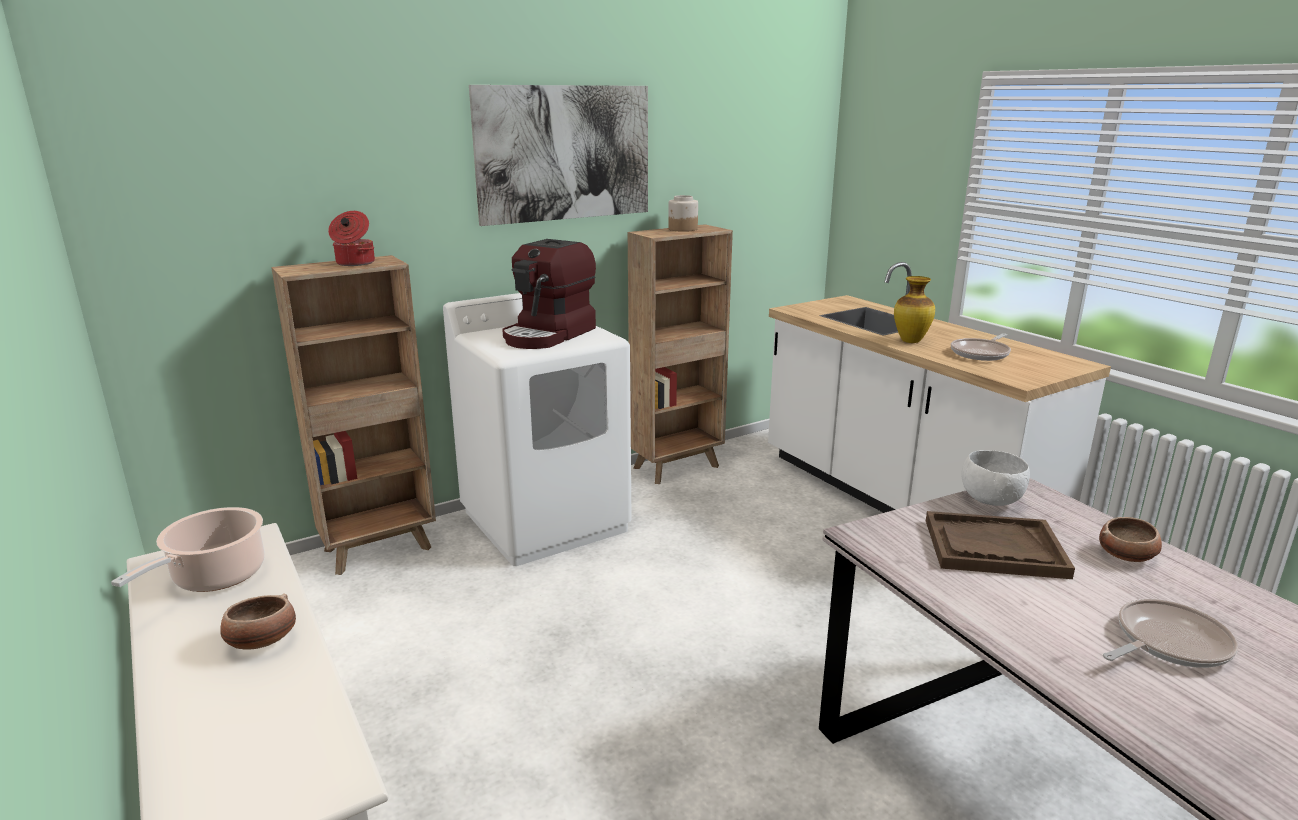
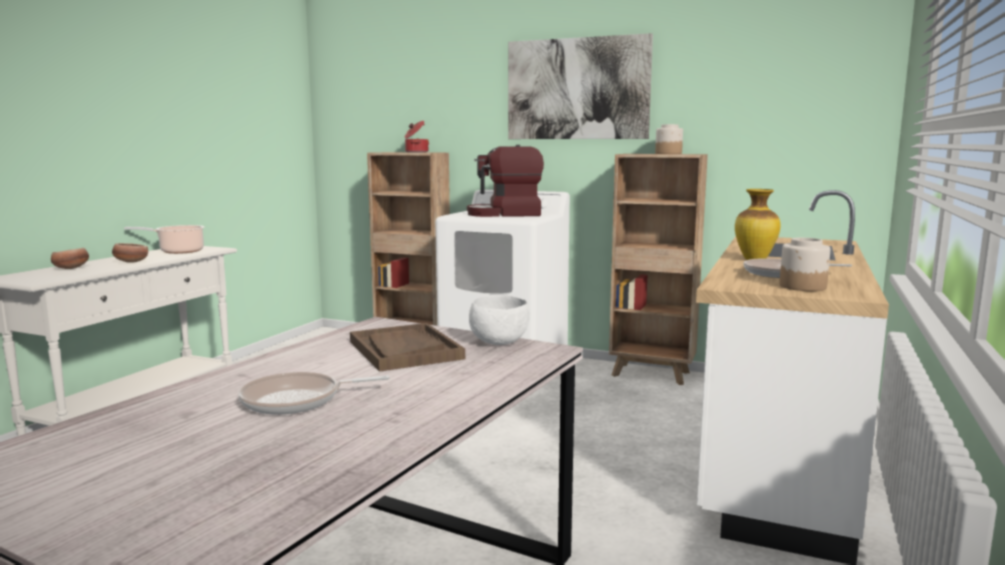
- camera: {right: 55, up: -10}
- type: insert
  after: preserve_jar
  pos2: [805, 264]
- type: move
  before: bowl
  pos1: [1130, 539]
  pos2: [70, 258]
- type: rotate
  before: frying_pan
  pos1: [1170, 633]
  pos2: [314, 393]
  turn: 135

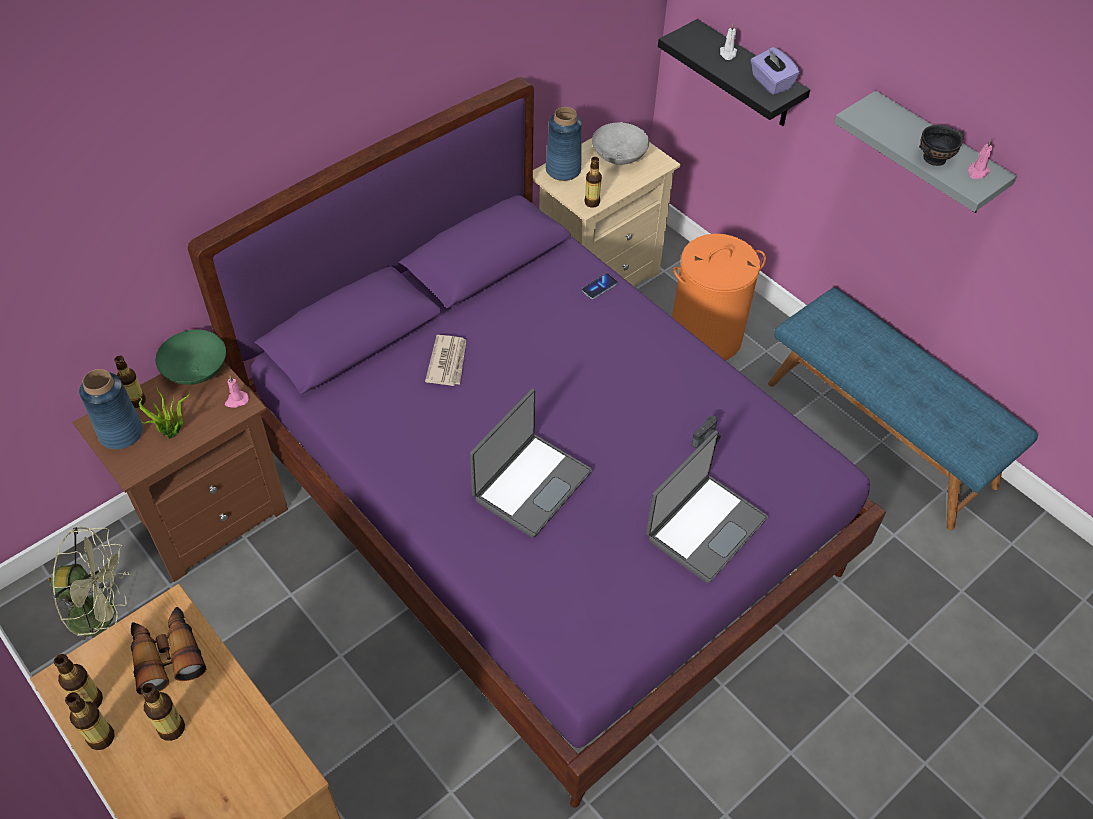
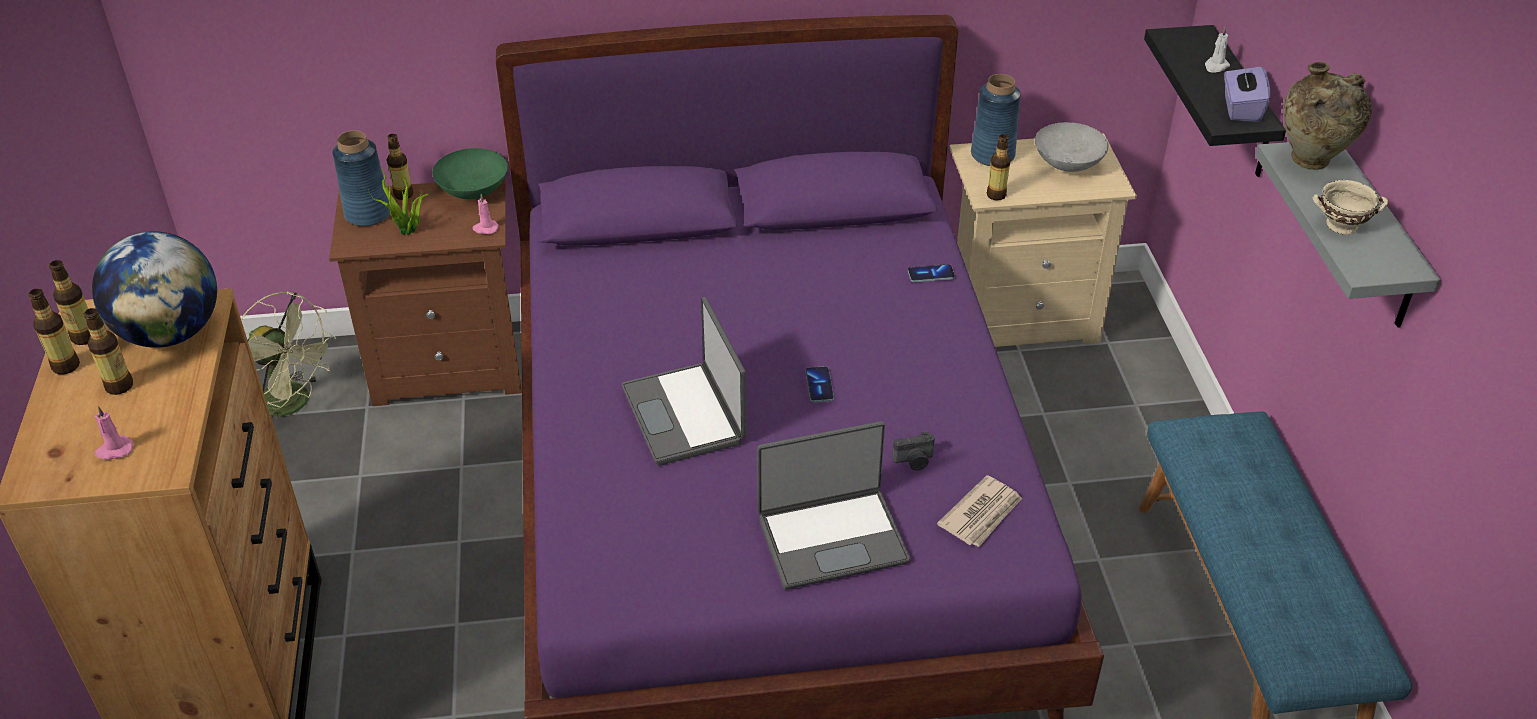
- camera: {right: 35, up: -10}
- type: delete
  before: orange-coloured_hamper
  pos1: [719, 297]
- type: insert
  after: handset
  pos2: [819, 384]
- type: insert
  after: sand-coloured_flower_vase
  pos2: [1327, 116]
- type: move
  before: daily_paper
  pos1: [445, 360]
  pos2: [979, 511]
- type: move
  before: pink-coloured_wax_candle
  pos1: [980, 159]
  pos2: [113, 433]
- type: replace
  before: pair_of_binoculars
  after: desk_globe
  pos1: [168, 651]
  pos2: [154, 289]
- type: recolor
  before: blackish_bowl
  after: sand-coloured_bowl
  pos1: [941, 145]
  pos2: [1350, 207]
- type: rotate
  before: laptop
  pos1: [531, 463]
  pos2: [684, 381]
  turn: 90

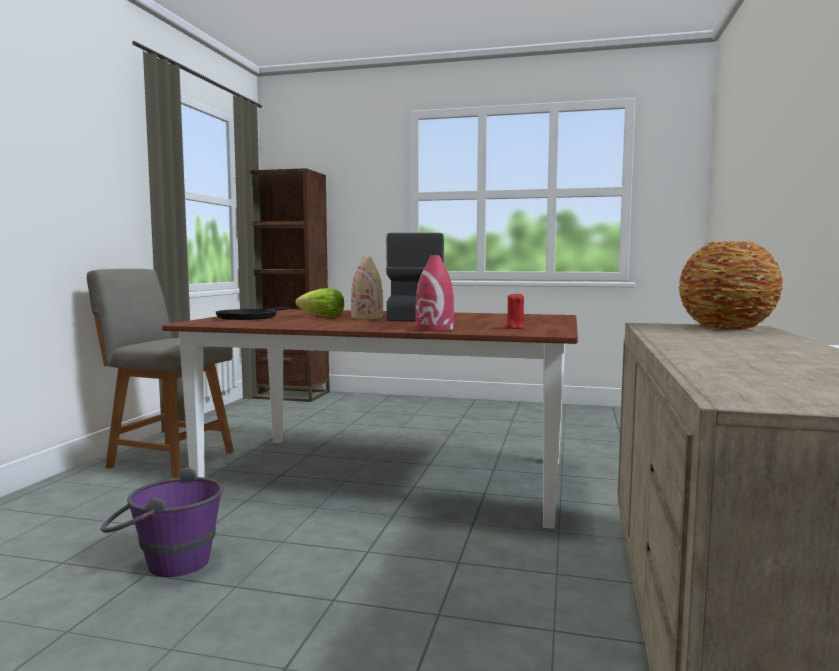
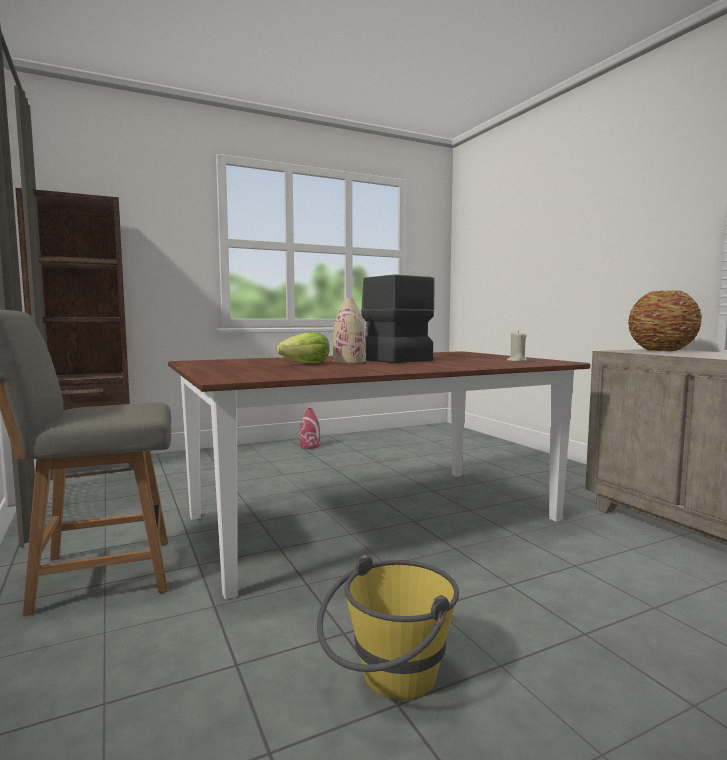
- camera: {right: -40, up: 0}
- type: delete
  before: blackish_frying_pan
  pos1: [252, 313]
- type: move
  before: red_flower_vase
  pos1: [435, 293]
  pos2: [310, 428]
- type: recolor
  before: purple_pail
  after: yellow_pail
  pos1: [162, 522]
  pos2: [388, 627]
- type: recolor
  before: red_wax_candle
  after: sand-coloured_wax_candle
  pos1: [515, 310]
  pos2: [517, 346]

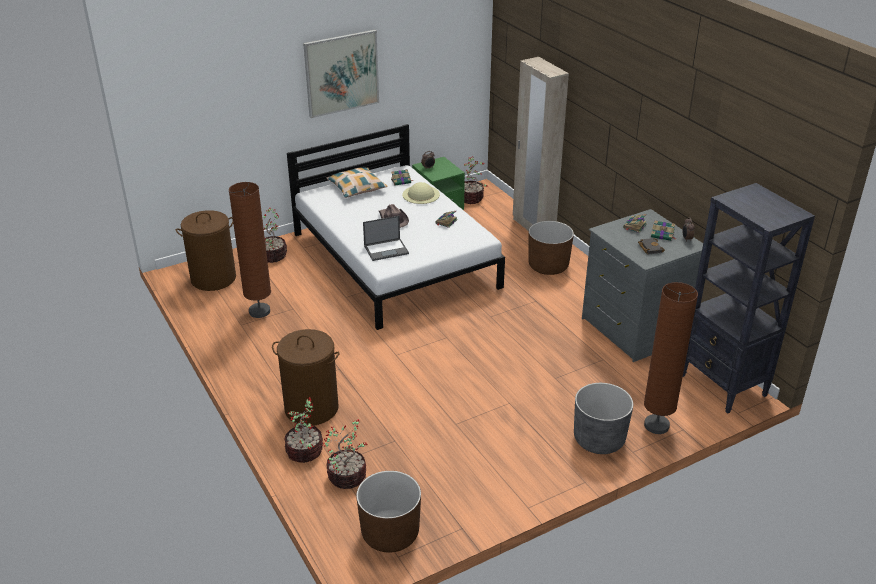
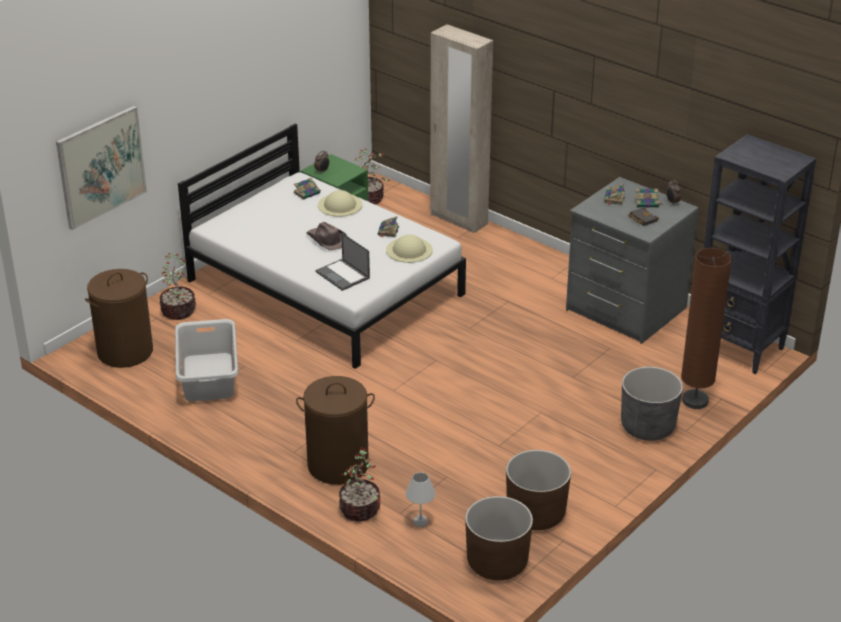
- camera: {right: -20, up: 0}
- type: delete
  before: throw_pillow
  pos1: [357, 183]
- type: insert
  after: sand-coloured_hat
  pos2: [409, 248]
- type: move
  before: wall_art
  pos1: [341, 74]
  pos2: [101, 168]
- type: move
  before: brownish_plant_pot
  pos1: [551, 248]
  pos2: [538, 490]
- type: replace
  before: brownish_floor_lamp
  after: greyish_hamper
  pos1: [250, 250]
  pos2: [206, 360]
- type: replace
  before: potted_plant
  after: white-coloured_tabletop_lamp
  pos1: [344, 454]
  pos2: [421, 499]
- type: rotate
  before: laptop
  pos1: [386, 238]
  pos2: [343, 262]
  turn: 90

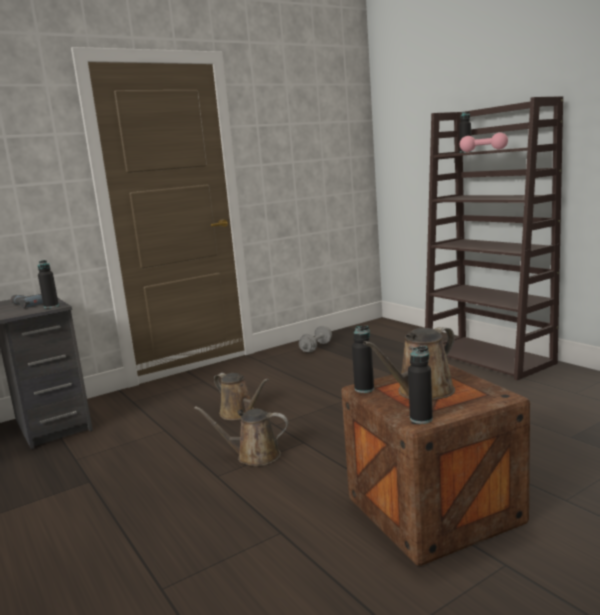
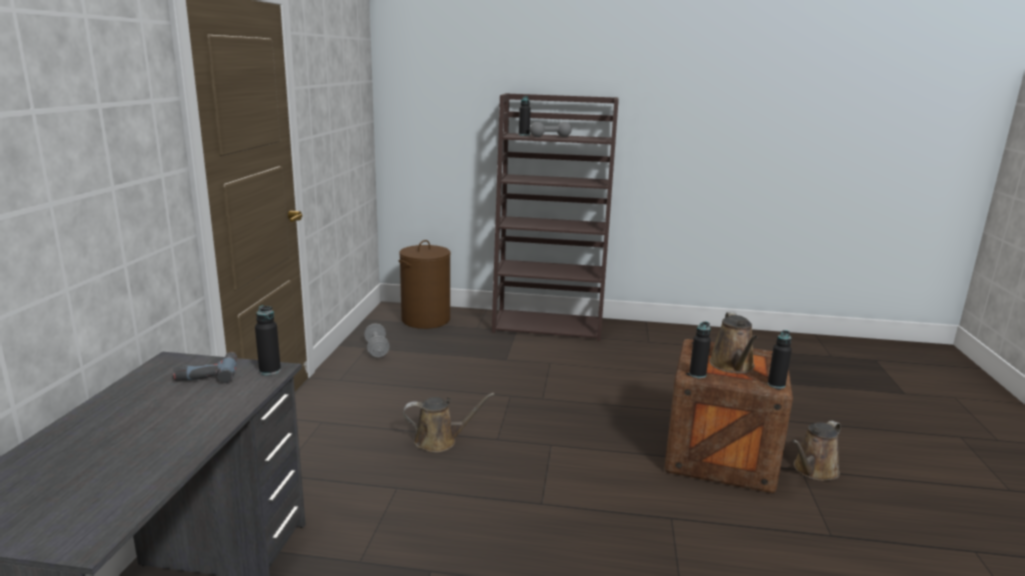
- camera: {right: -50, up: 5}
- type: insert
  after: brownish_hamper
  pos2: [424, 284]
- type: move
  before: brownish_watering_can
  pos1: [241, 436]
  pos2: [816, 450]
- type: recolor
  before: pink-coloured_dumbbell
  after: greyish_dumbbell
  pos1: [484, 142]
  pos2: [551, 129]

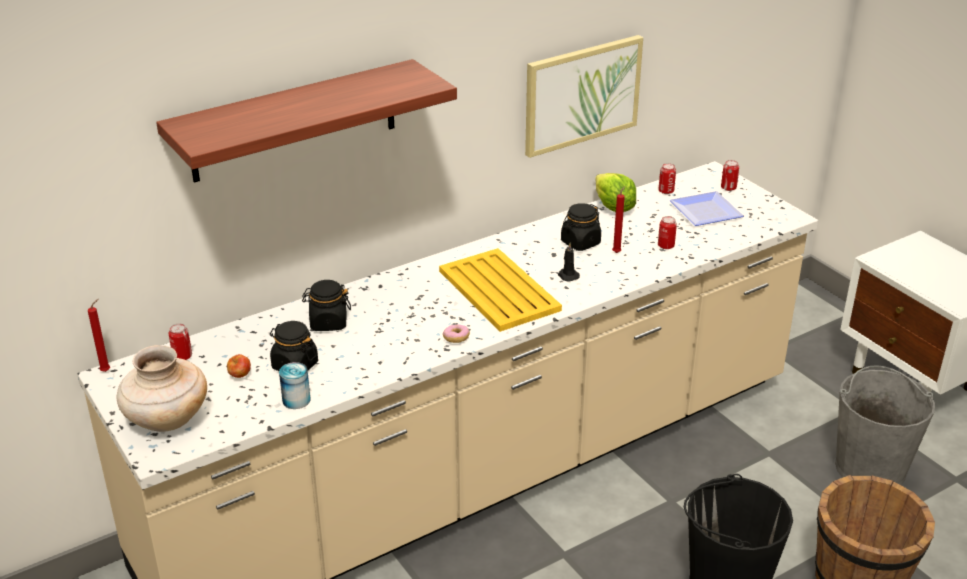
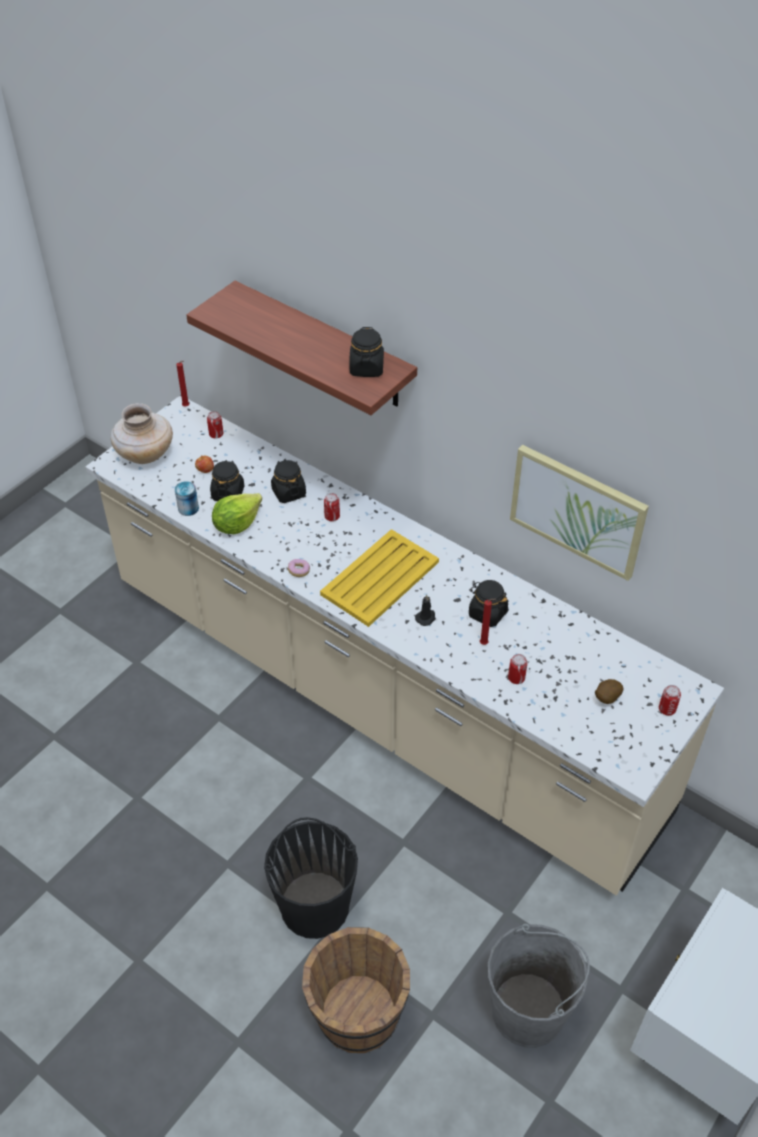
- camera: {right: 70, up: 15}
- type: insert
  after: blackish_preserve_jar
  pos2: [366, 352]
- type: move
  before: lettuce
  pos1: [615, 192]
  pos2: [237, 513]
- type: move
  before: sealed_can
  pos1: [667, 178]
  pos2: [332, 507]
- type: replace
  before: plate
  after: potato
  pos1: [706, 208]
  pos2: [609, 691]

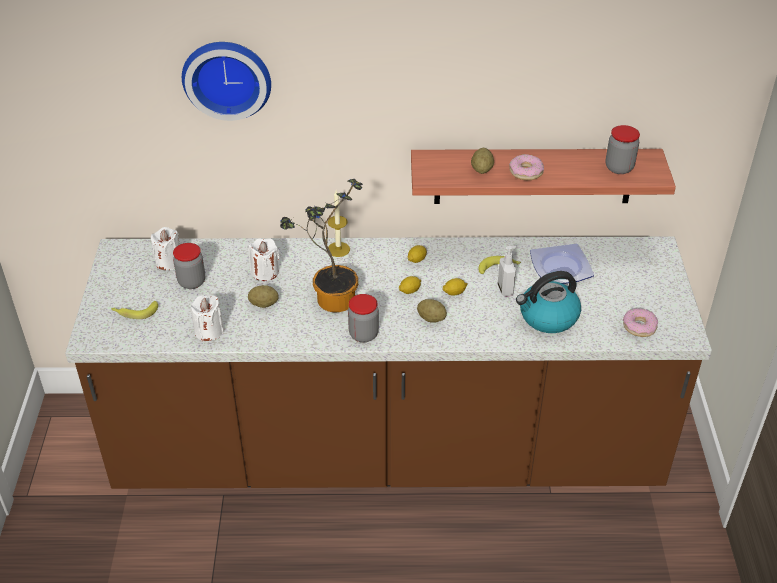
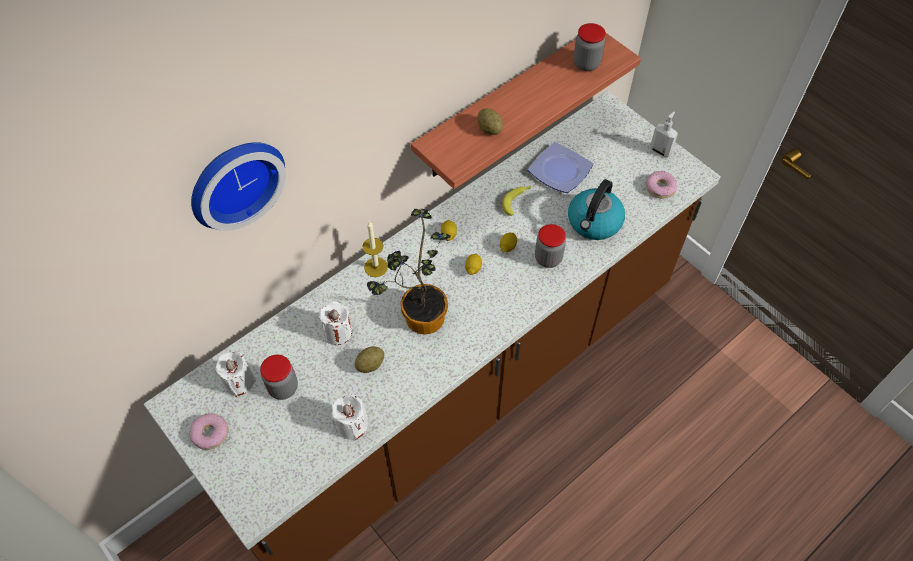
- camera: {right: -40, up: 15}
- type: delete
  before: banana
  pos1: [134, 310]
- type: delete
  before: potato
  pos1: [432, 311]
- type: move
  before: preserve_jar
  pos1: [363, 318]
  pos2: [550, 246]
- type: move
  before: soap_bottle
  pos1: [508, 271]
  pos2: [664, 134]
- type: move
  before: doughnut
  pos1: [526, 167]
  pos2: [209, 431]

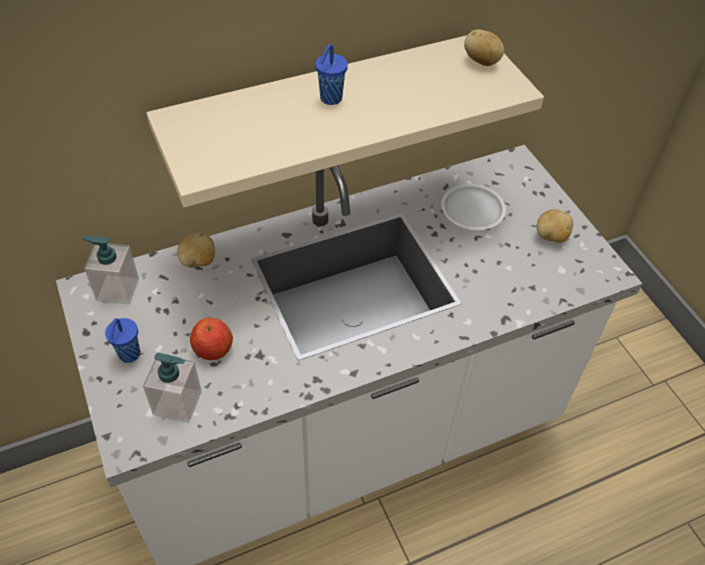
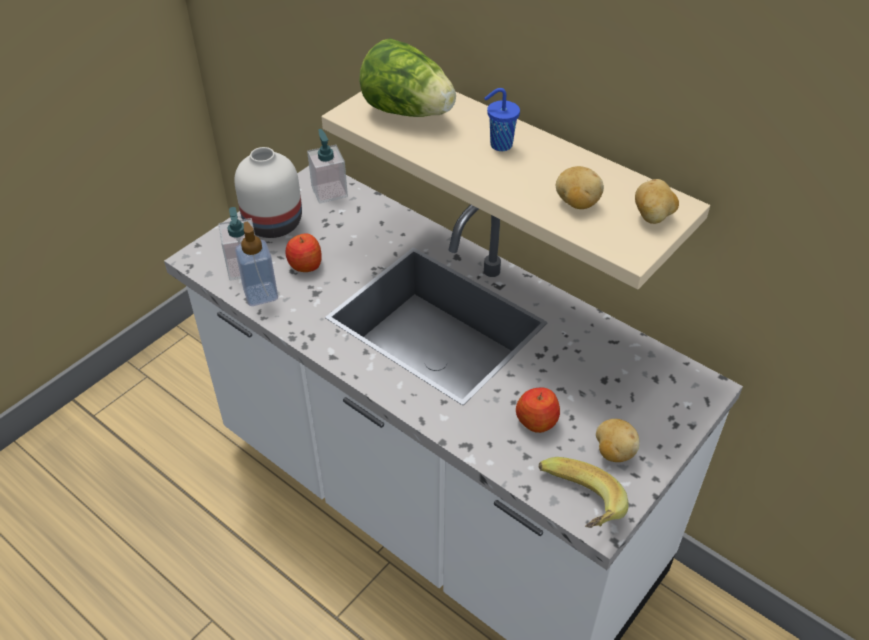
- camera: {right: 65, up: -5}
- type: delete
  before: white-coloured_plate
  pos1: [473, 207]
- type: insert
  after: soap_bottle
  pos2: [256, 264]
- type: insert
  after: lettuce
  pos2: [407, 77]
- type: insert
  after: apple_fruit
  pos2: [538, 410]
- type: insert
  after: banana
  pos2: [584, 492]
- type: move
  before: potato
  pos1: [196, 250]
  pos2: [580, 187]
- type: replace
  before: blue_small_cup
  after: white-coloured_flower_vase
  pos1: [122, 340]
  pos2: [268, 192]

